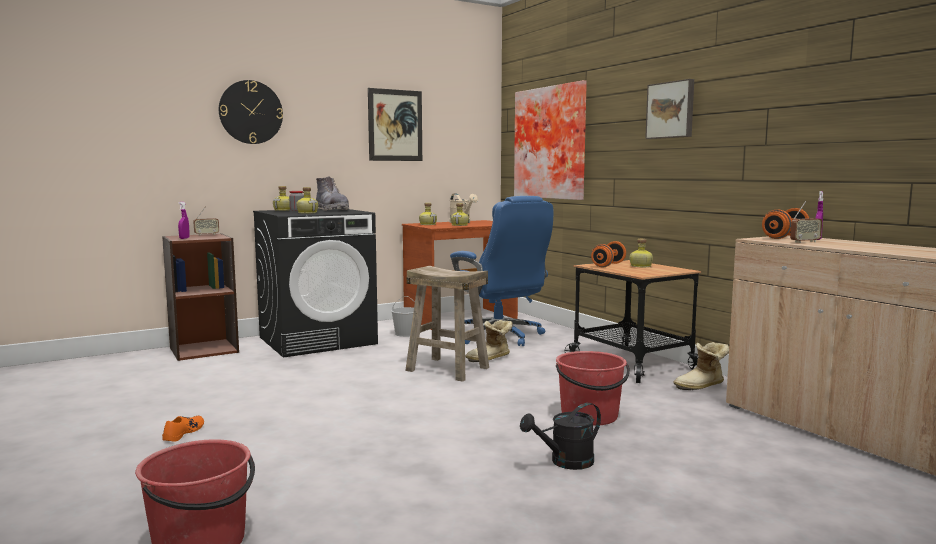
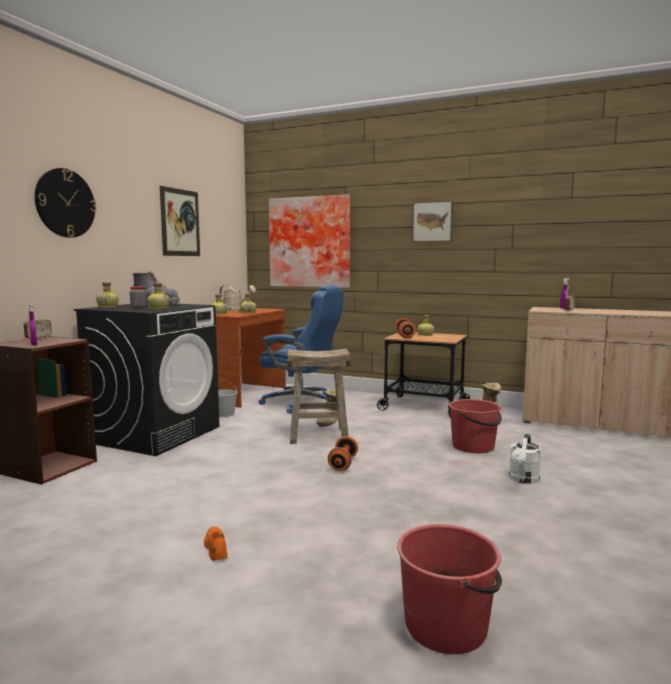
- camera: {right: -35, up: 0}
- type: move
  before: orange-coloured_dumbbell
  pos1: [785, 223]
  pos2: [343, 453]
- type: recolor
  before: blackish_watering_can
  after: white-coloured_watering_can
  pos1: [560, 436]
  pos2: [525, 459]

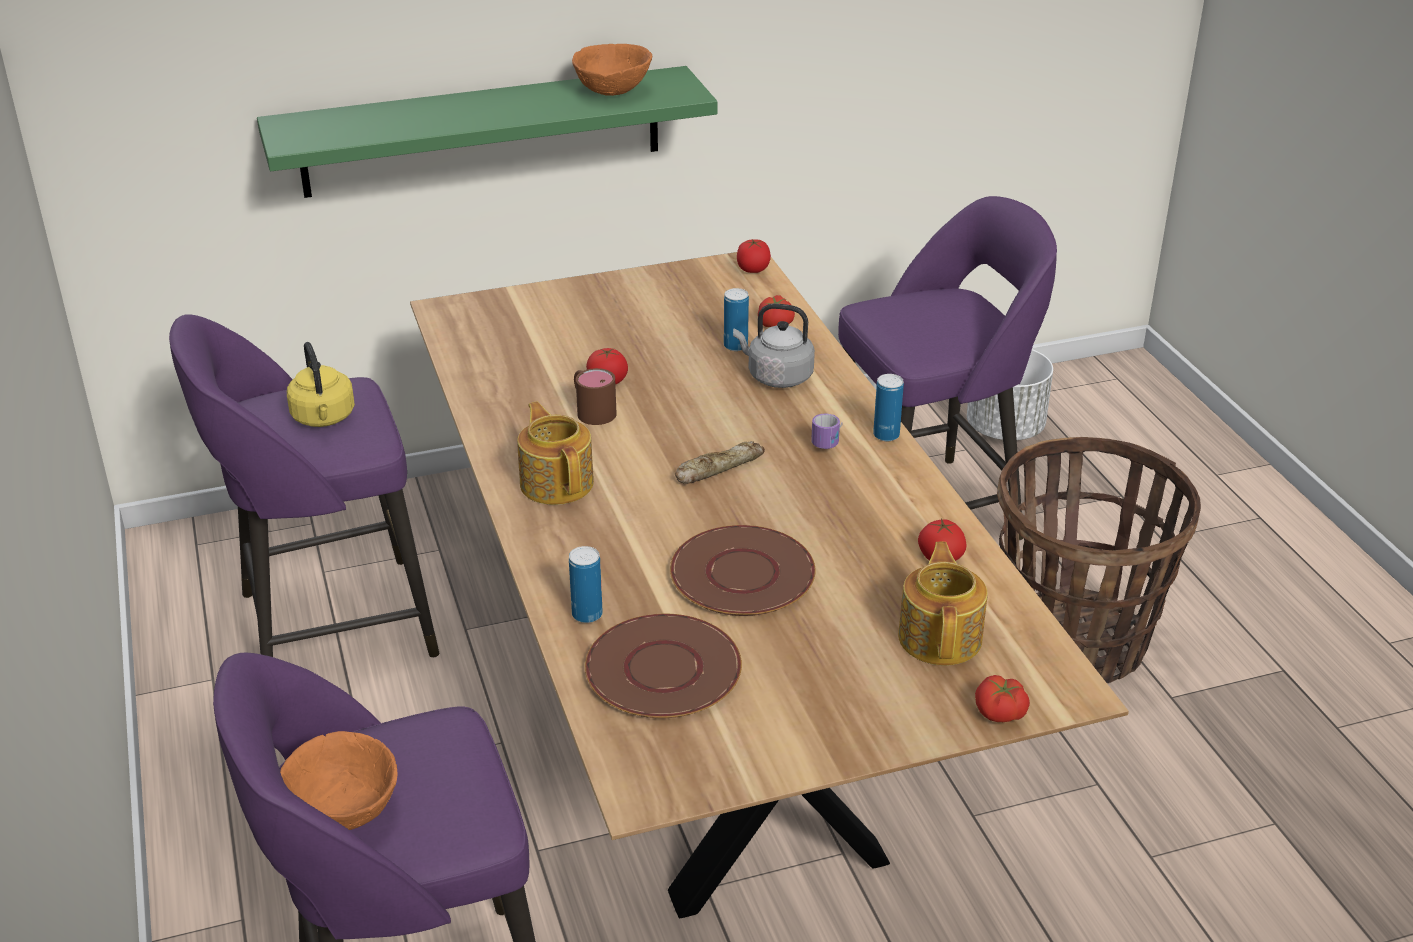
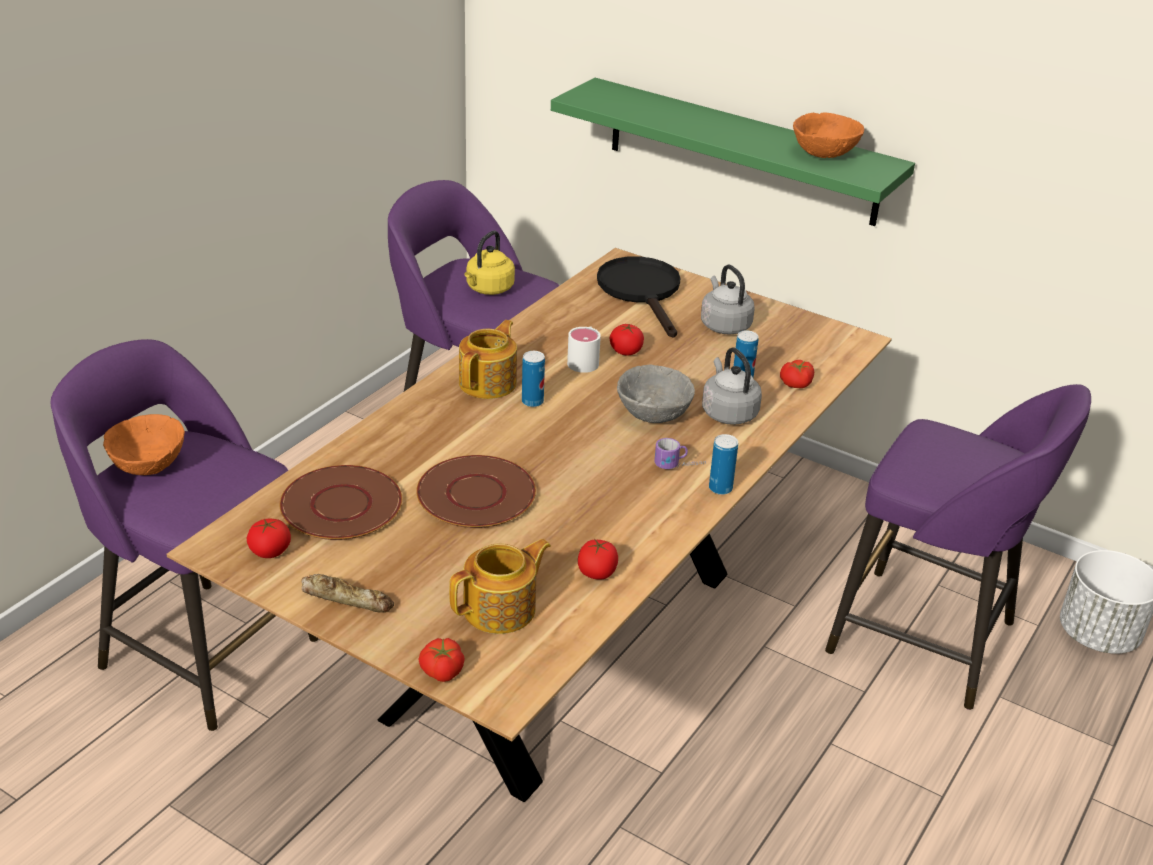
- camera: {right: 50, up: 0}
- type: delete
  before: basket
  pos1: [1099, 560]
- type: insert
  after: blackish_frying_pan
  pos2: [639, 297]
- type: insert
  after: greyish_bowl
  pos2: [656, 394]
- type: insert
  after: greyish_kettle
  pos2: [728, 299]
- type: move
  before: sealed_can
  pos1: [586, 584]
  pos2: [533, 379]
- type: move
  before: baked_bread
  pos1: [720, 462]
  pos2: [347, 593]
- type: move
  before: tomato
  pos1: [754, 256]
  pos2: [269, 538]
- type: recolor
  before: brownish_mug
  after: white-coloured_mug
  pos1: [595, 396]
  pos2: [584, 349]

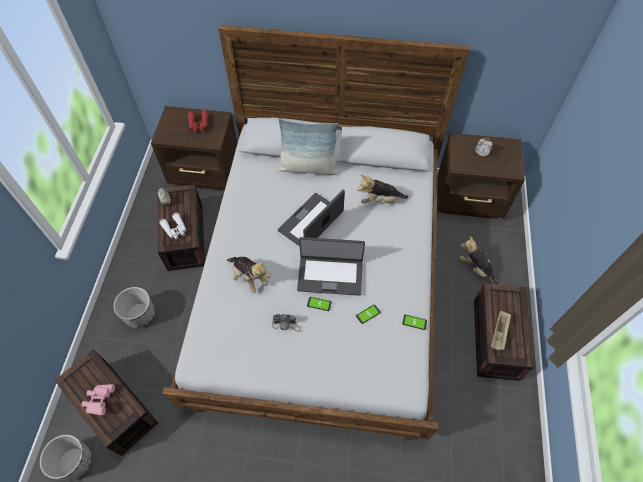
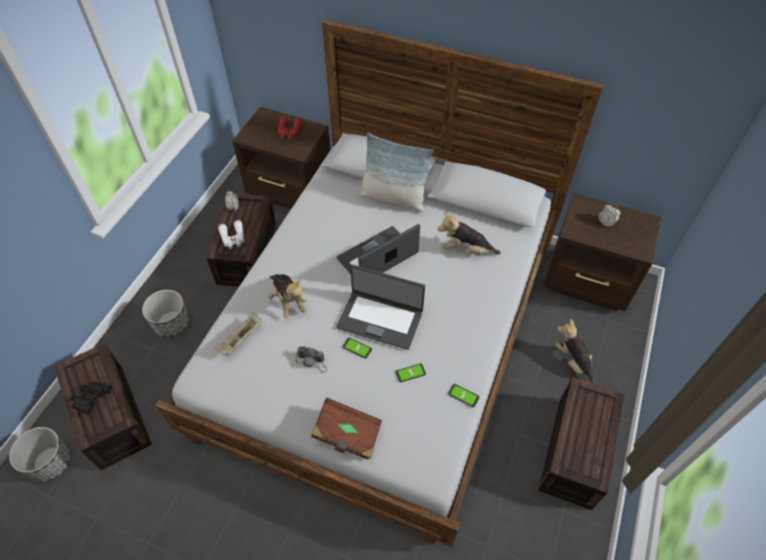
- camera: {right: 15, up: -5}
- type: insert
  after: brownish_book
  pos2: [346, 428]
- type: move
  before: sand-coloured_serving_tray
  pos1: [501, 330]
  pos2: [237, 334]
- type: recolor
  before: pink-coloured_pair_of_binoculars
  after: blackish_pair_of_binoculars
  pos1: [98, 399]
  pos2: [91, 397]

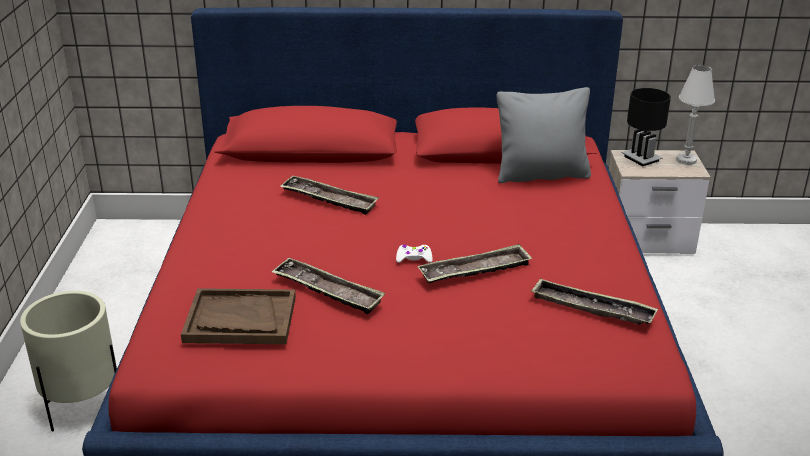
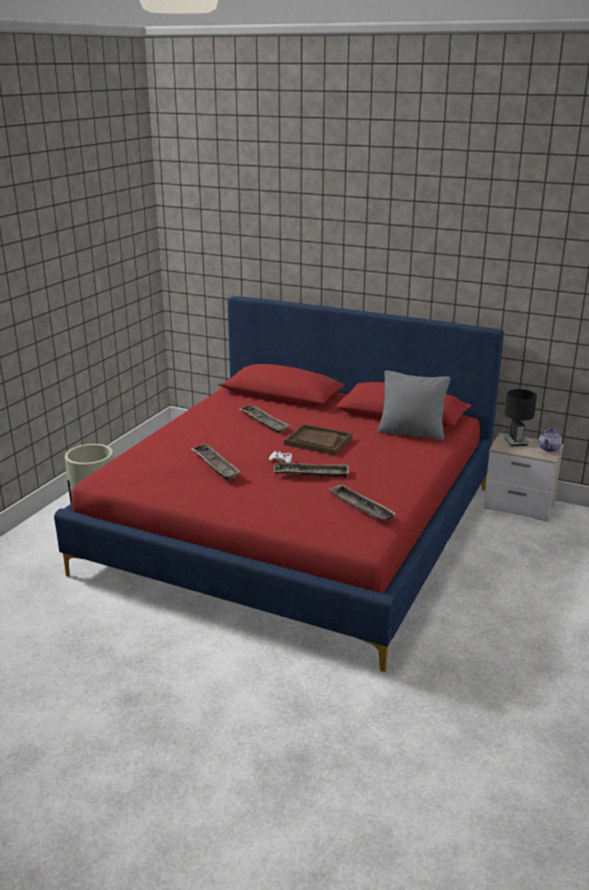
- camera: {right: 25, up: -5}
- type: move
  before: brownish_serving_tray
  pos1: [238, 316]
  pos2: [318, 439]
- type: replace
  before: white-coloured_tabletop_lamp
  after: tea_pot
  pos1: [695, 115]
  pos2: [550, 440]

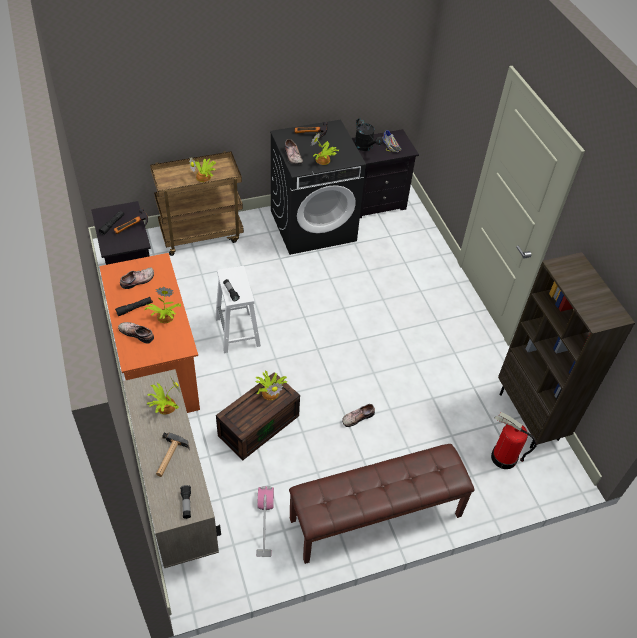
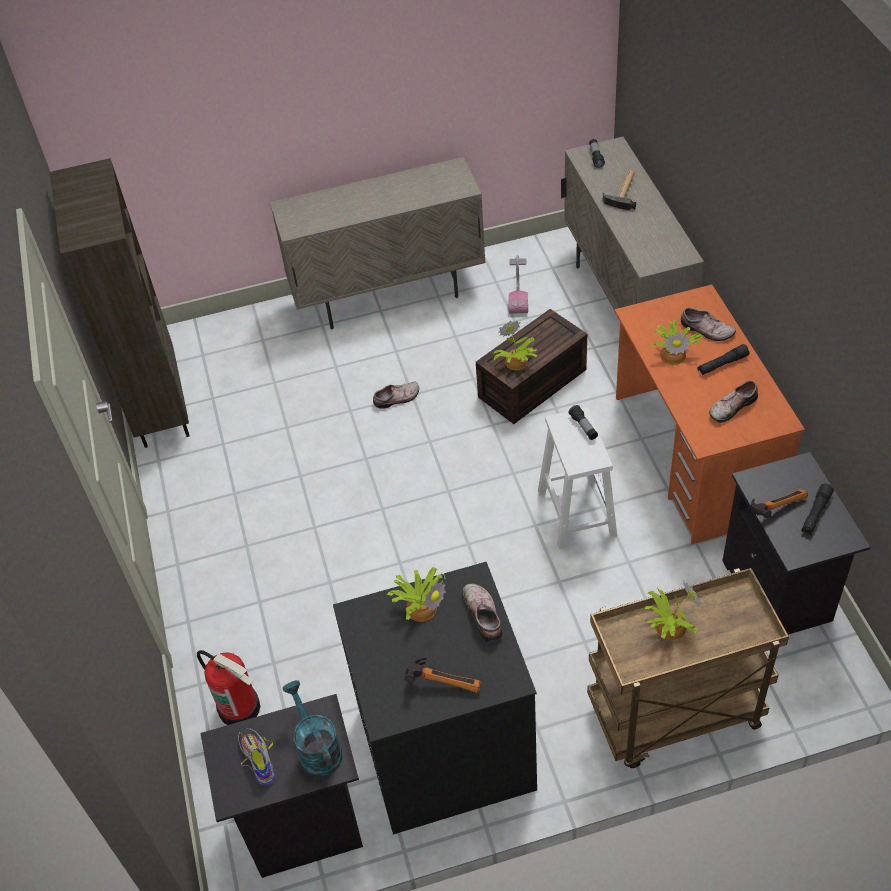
- camera: {right: -170, up: 0}
- type: delete
  before: potted_plant
  pos1: [163, 396]
- type: move
  before: fire_extinguisher
  pos1: [514, 440]
  pos2: [228, 687]
- type: replace
  before: brownish_bench
  after: sand-coloured_cupboard
  pos1: [381, 504]
  pos2: [378, 243]
- type: recolor
  before: blackish_watering_can
  after: turquoise-coloured_watering_can
  pos1: [369, 134]
  pos2: [312, 728]

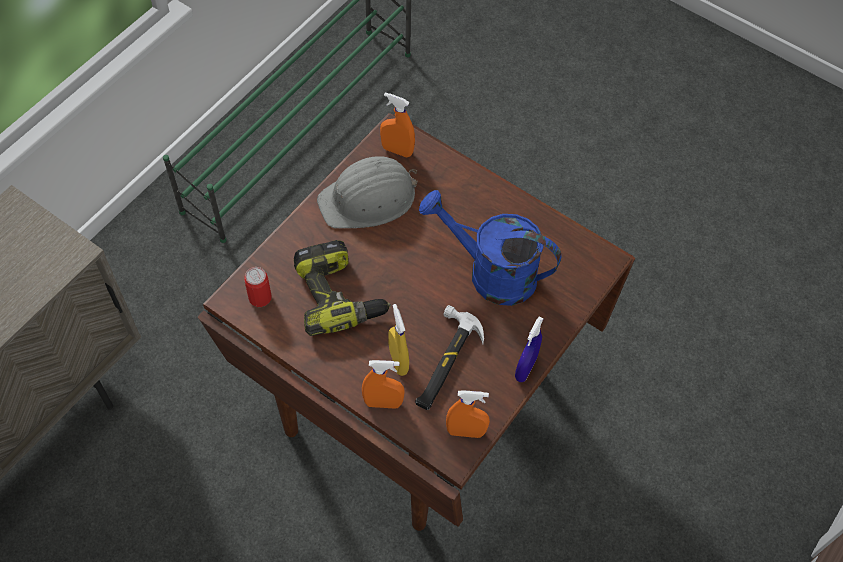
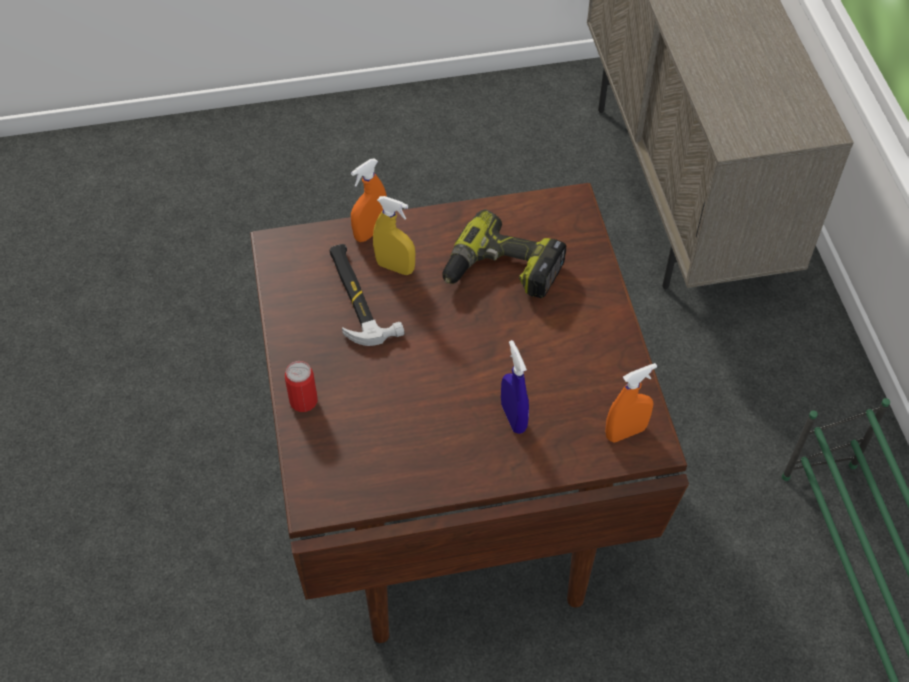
- camera: {right: 135, up: -5}
- type: delete
  before: greyish_safety_helmet
  pos1: [367, 192]
- type: delete
  before: blue_watering_can
  pos1: [490, 248]
- type: delete
  before: orange-coloured_sprayer
  pos1: [468, 414]
- type: move
  before: sealed_can
  pos1: [258, 287]
  pos2: [301, 386]
- type: move
  before: blue_sprayer
  pos1: [529, 349]
  pos2: [515, 387]

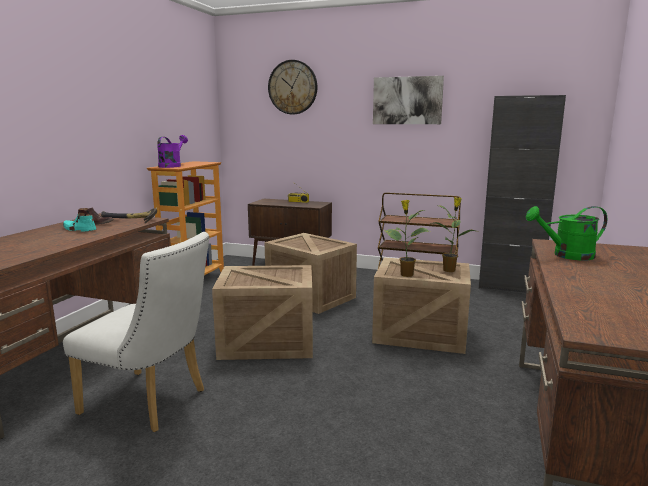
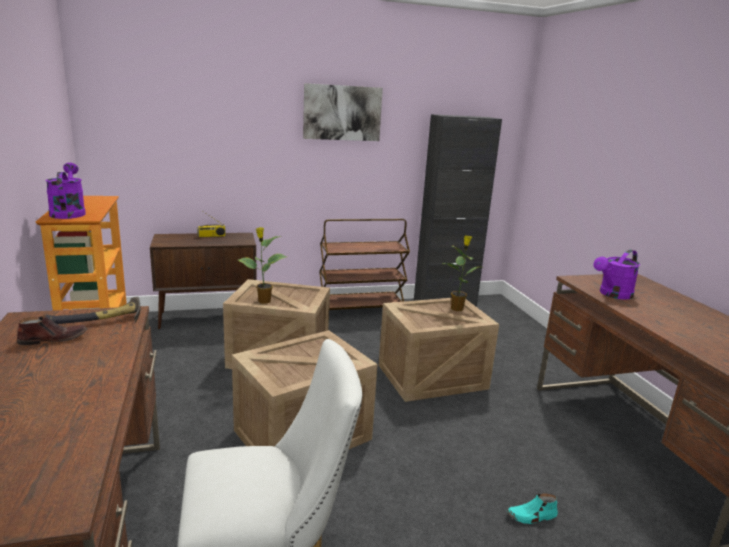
- camera: {right: -35, up: 5}
- type: delete
  before: wall_clock
  pos1: [292, 87]
- type: move
  before: turquoise-coloured_low_shoe
  pos1: [79, 222]
  pos2: [532, 508]
- type: move
  before: potted_plant
  pos1: [406, 238]
  pos2: [262, 265]
- type: recolor
  before: green_watering_can
  after: purple_watering_can
  pos1: [566, 233]
  pos2: [616, 275]

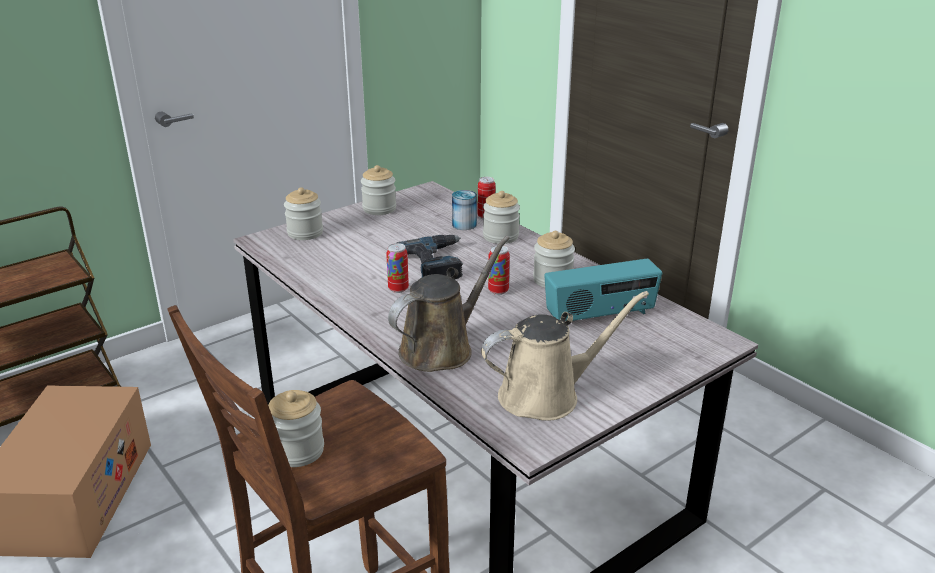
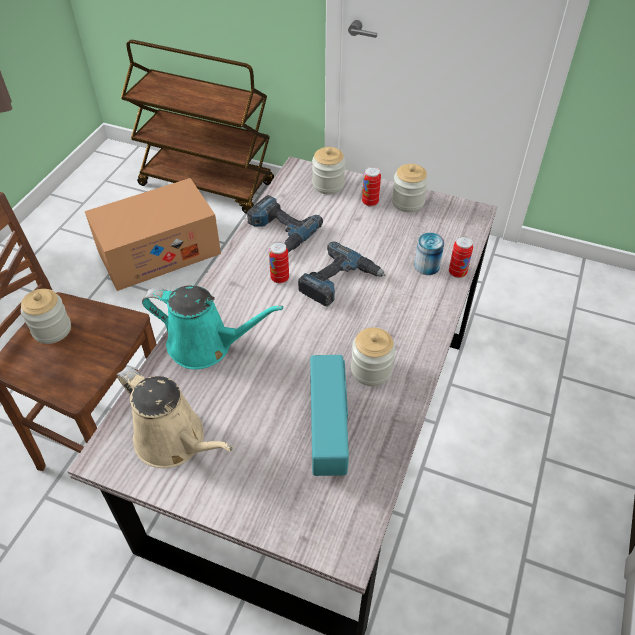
- camera: {right: 60, up: 20}
- type: delete
  before: preserve_jar
  pos1: [501, 217]
- type: insert
  after: drill
  pos2: [285, 224]
- type: move
  before: sealed_can
  pos1: [499, 270]
  pos2: [371, 187]
- type: recolor
  before: brownish_watering_can
  after: turquoise-coloured_watering_can
  pos1: [449, 304]
  pos2: [212, 327]
- type: rotate
  before: radio
  pos1: [603, 290]
  pos2: [329, 415]
  turn: -135

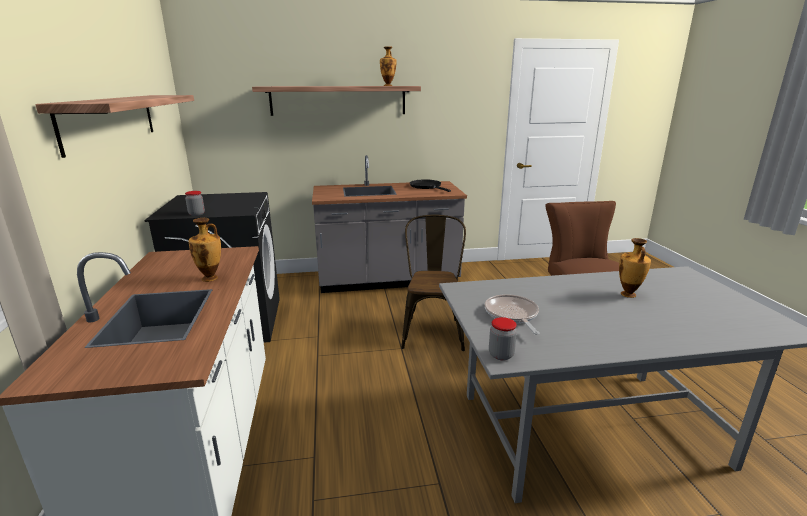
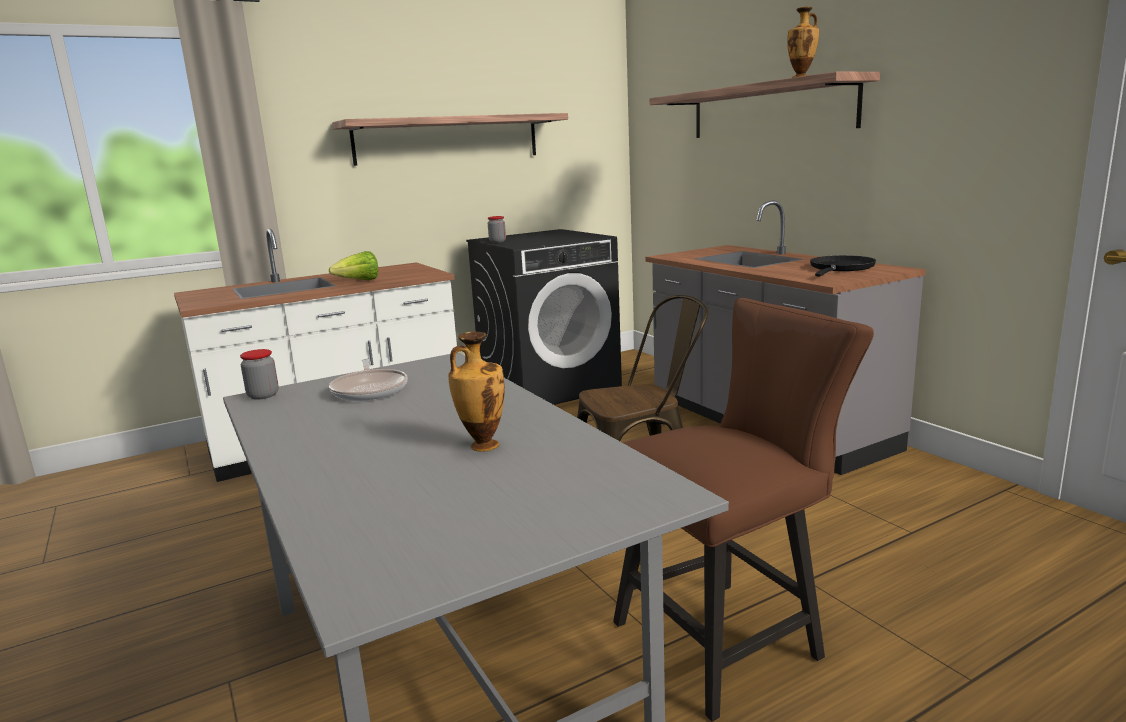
- camera: {right: 70, up: -5}
- type: replace
  before: flower_vase
  after: lettuce
  pos1: [205, 250]
  pos2: [353, 265]
- type: rotate
  before: frying_pan
  pos1: [512, 314]
  pos2: [368, 380]
  turn: 105

